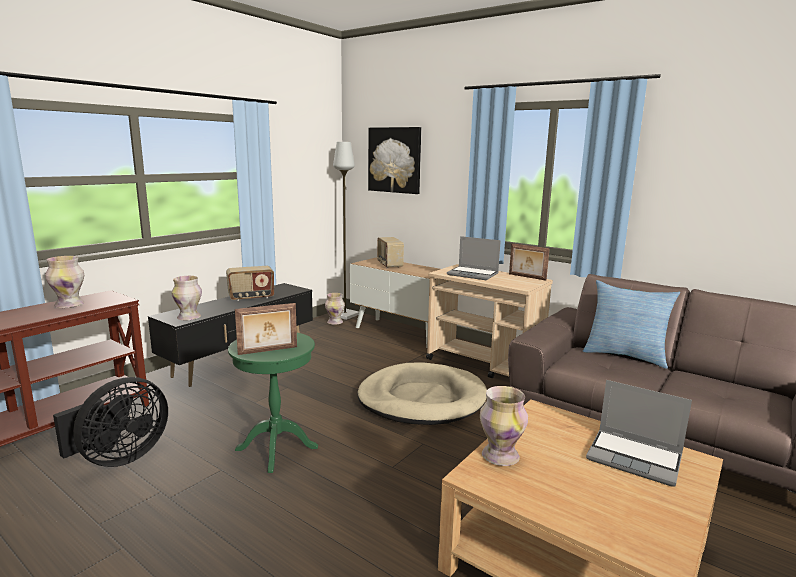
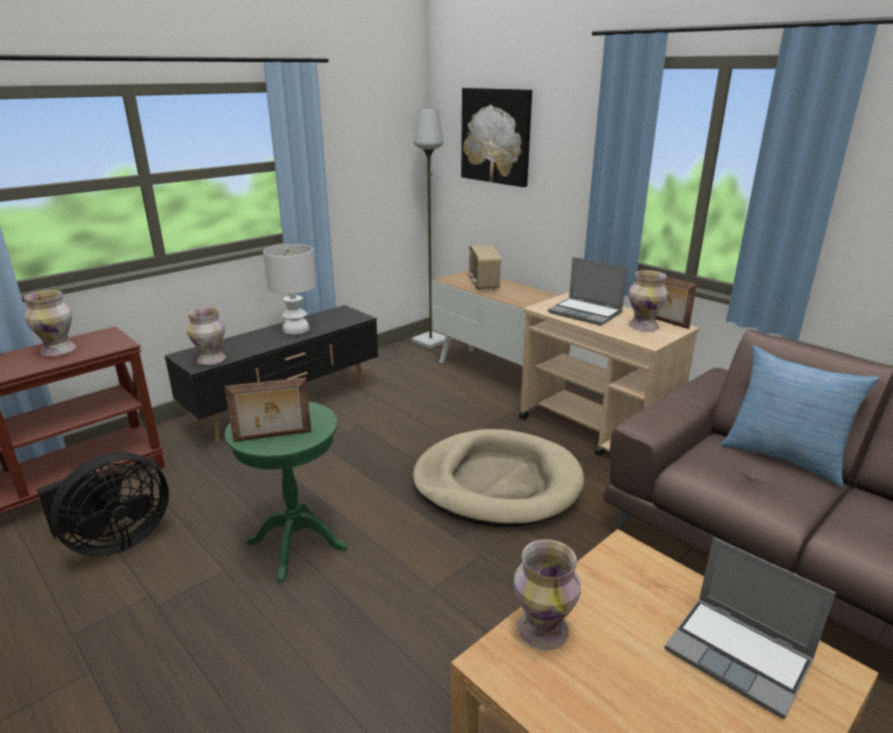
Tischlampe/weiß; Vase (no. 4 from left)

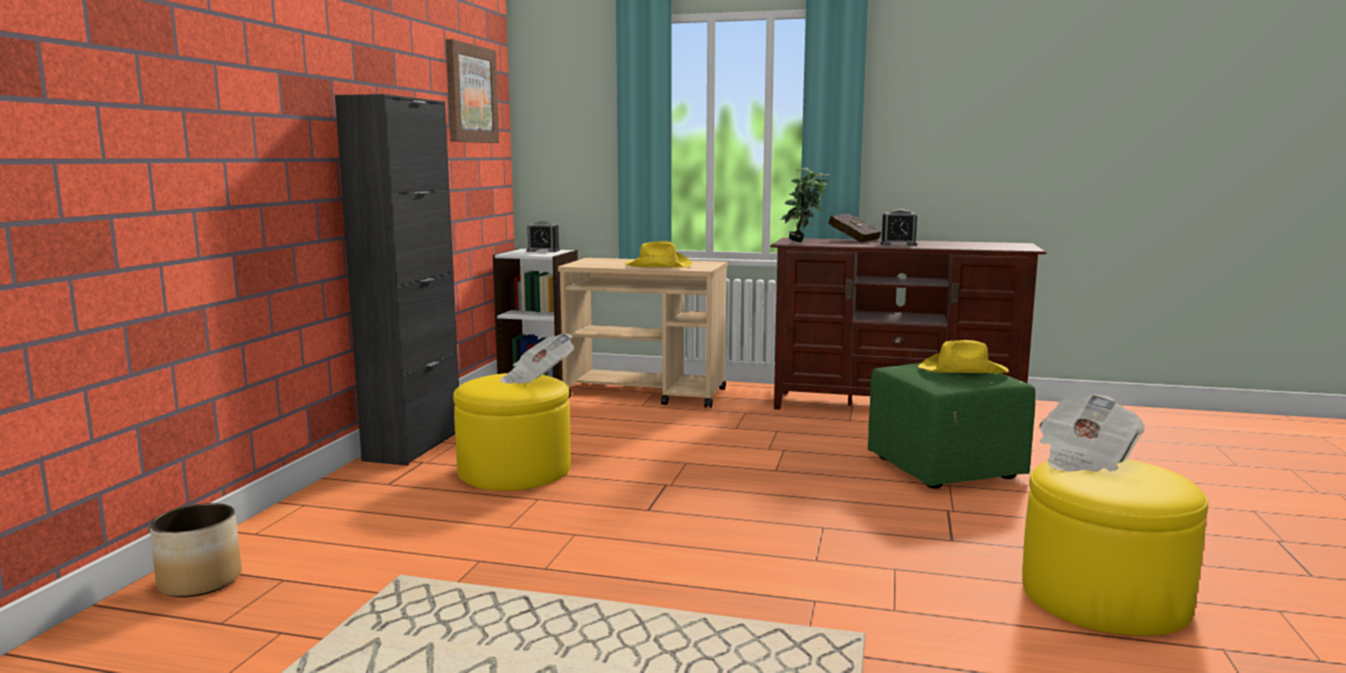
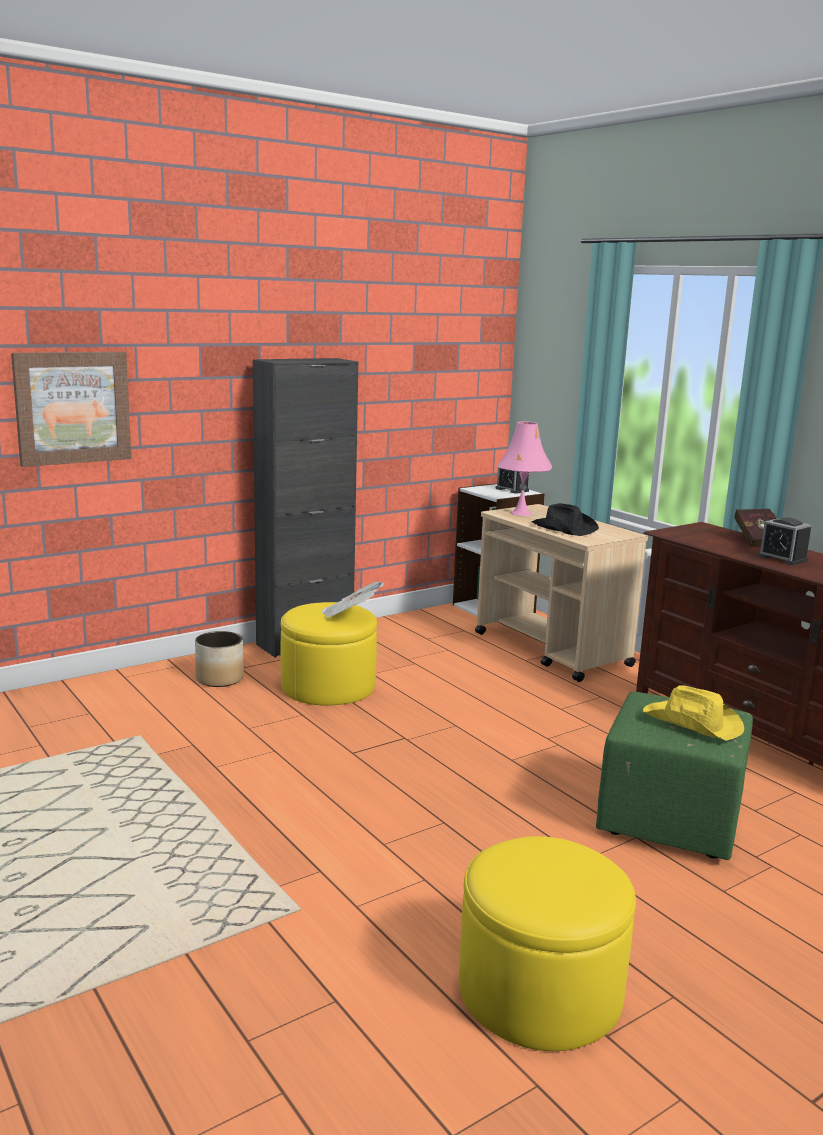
Bild; Topfpflanze; Hut/schwarz; Zeitung (no. 2 from left in the first image); Pflanzkübel; Tischlampe/rosa

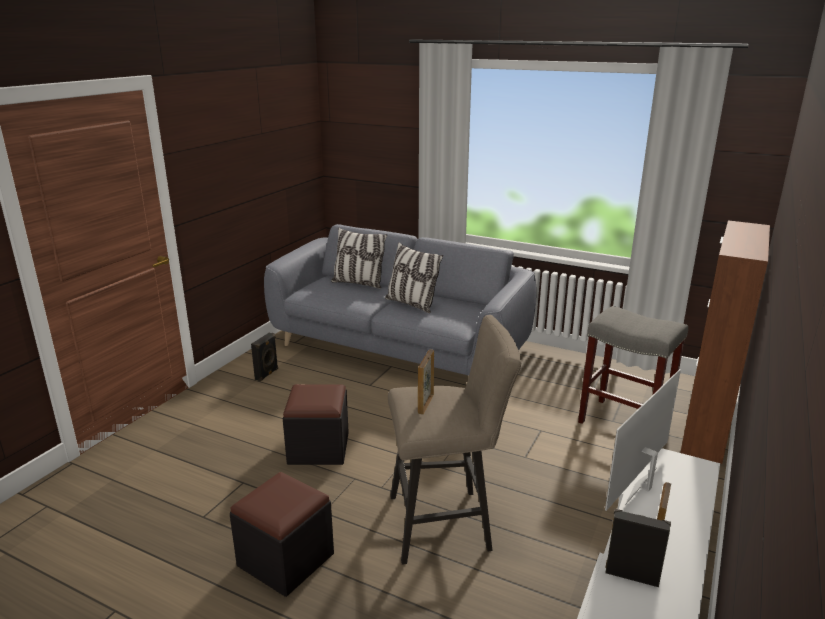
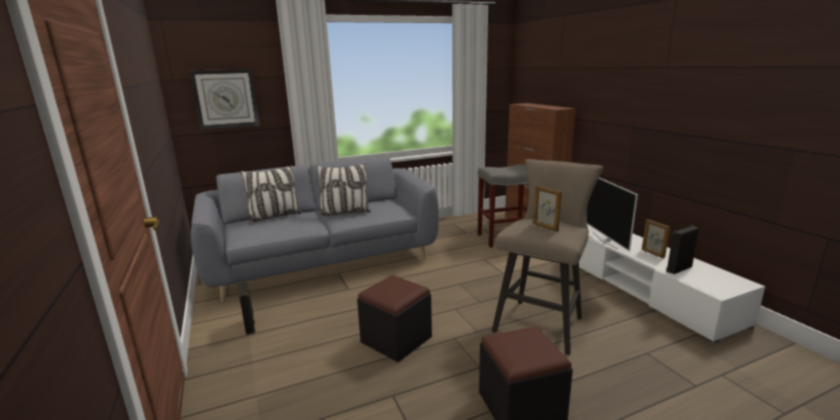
Wanduhr

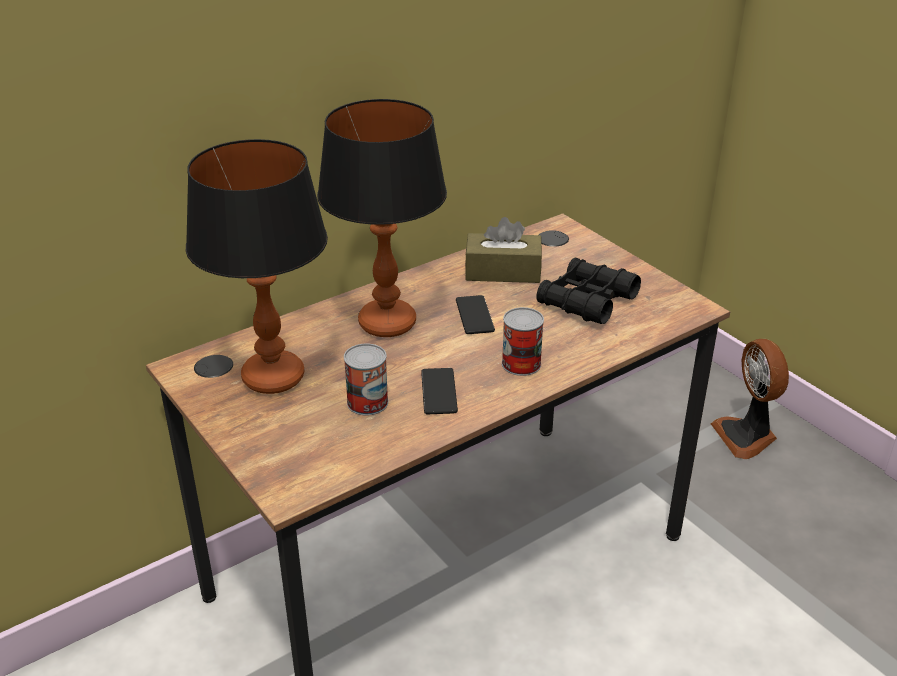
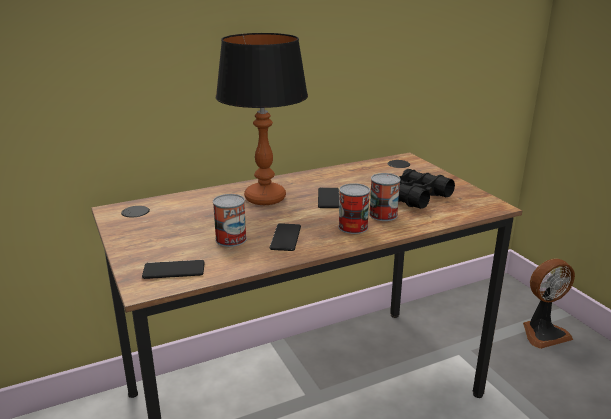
Tischlampe (no. 1 from left in the first image); Taschentuchbox/braun; Ventilator; Dose (no. 3 from left); Handy (no. 1 from left)

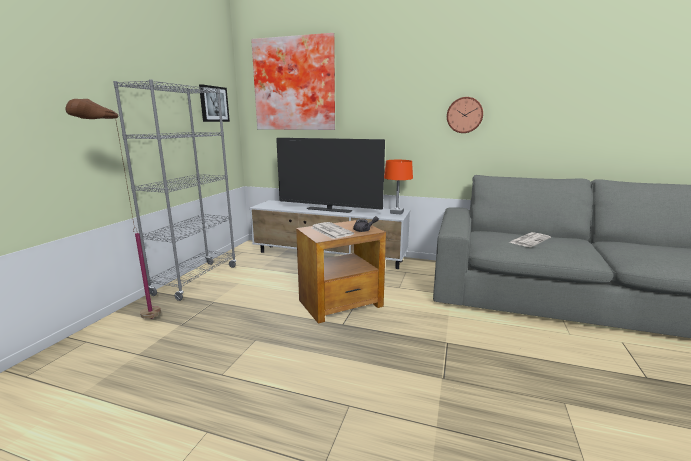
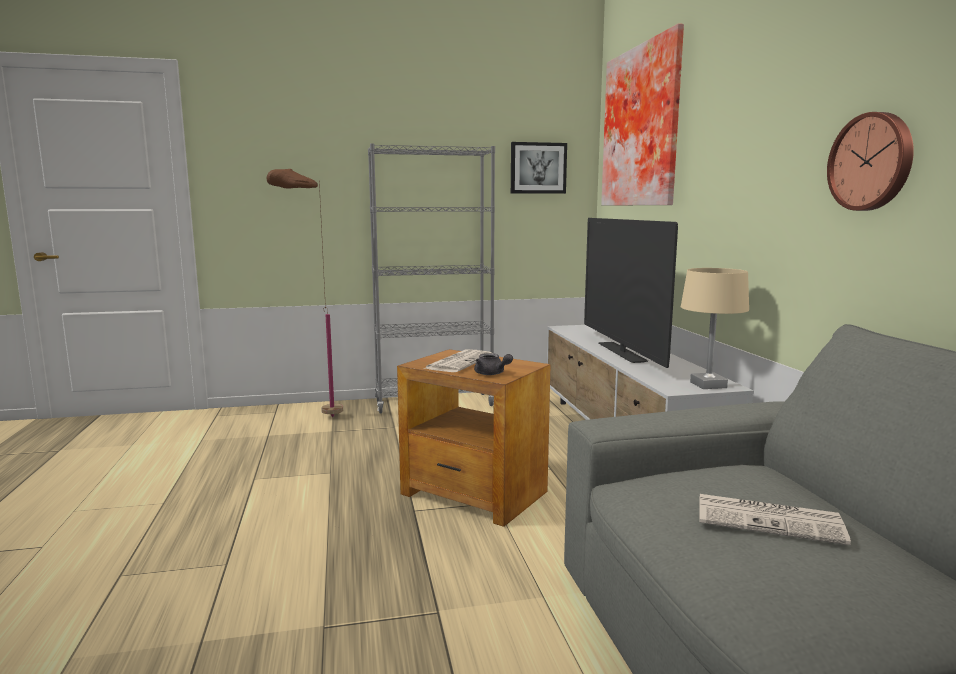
Tischlampe/beige

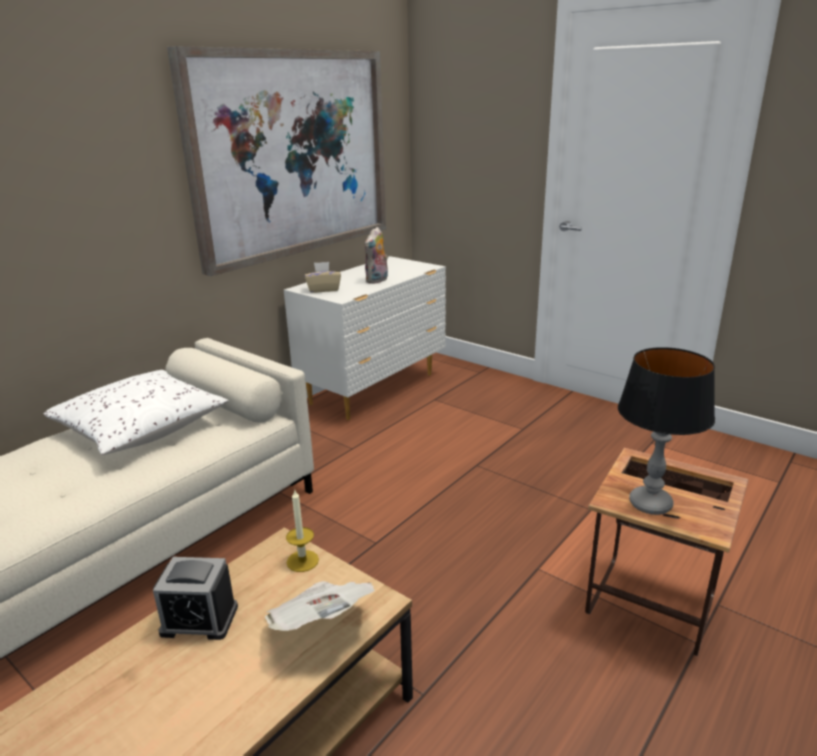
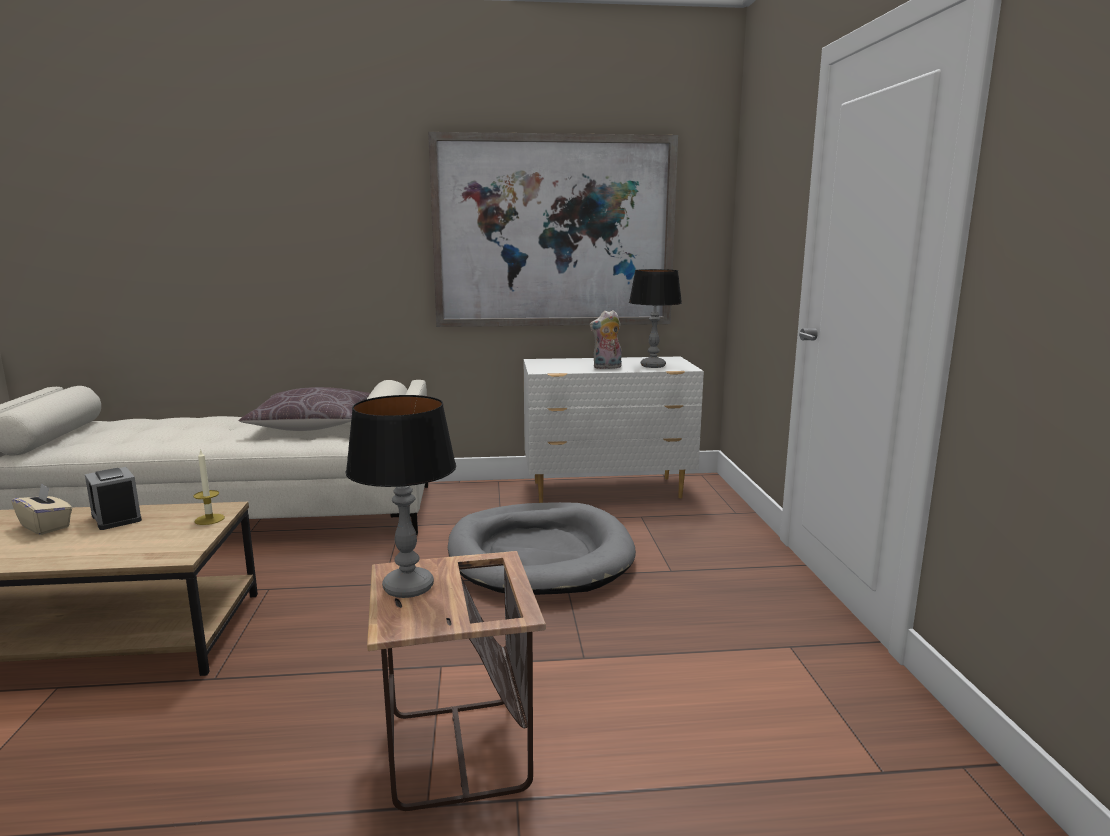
Taschentuchbox/beige; Kissen/braun; Zeitung; Tischlampe (no. 2 from left); Hundebett/grau

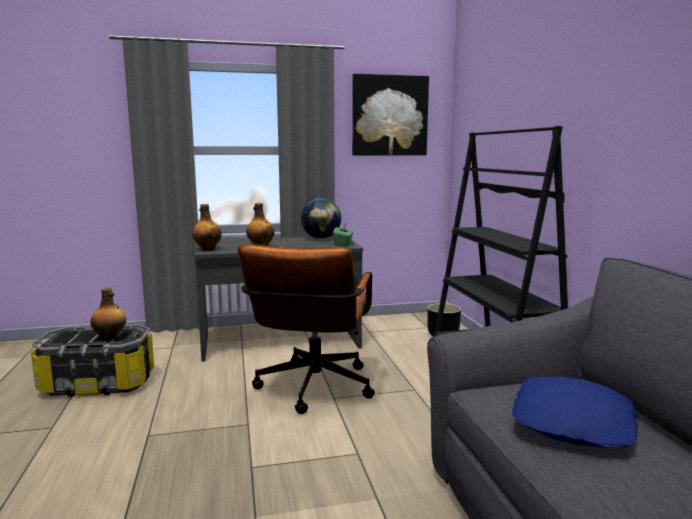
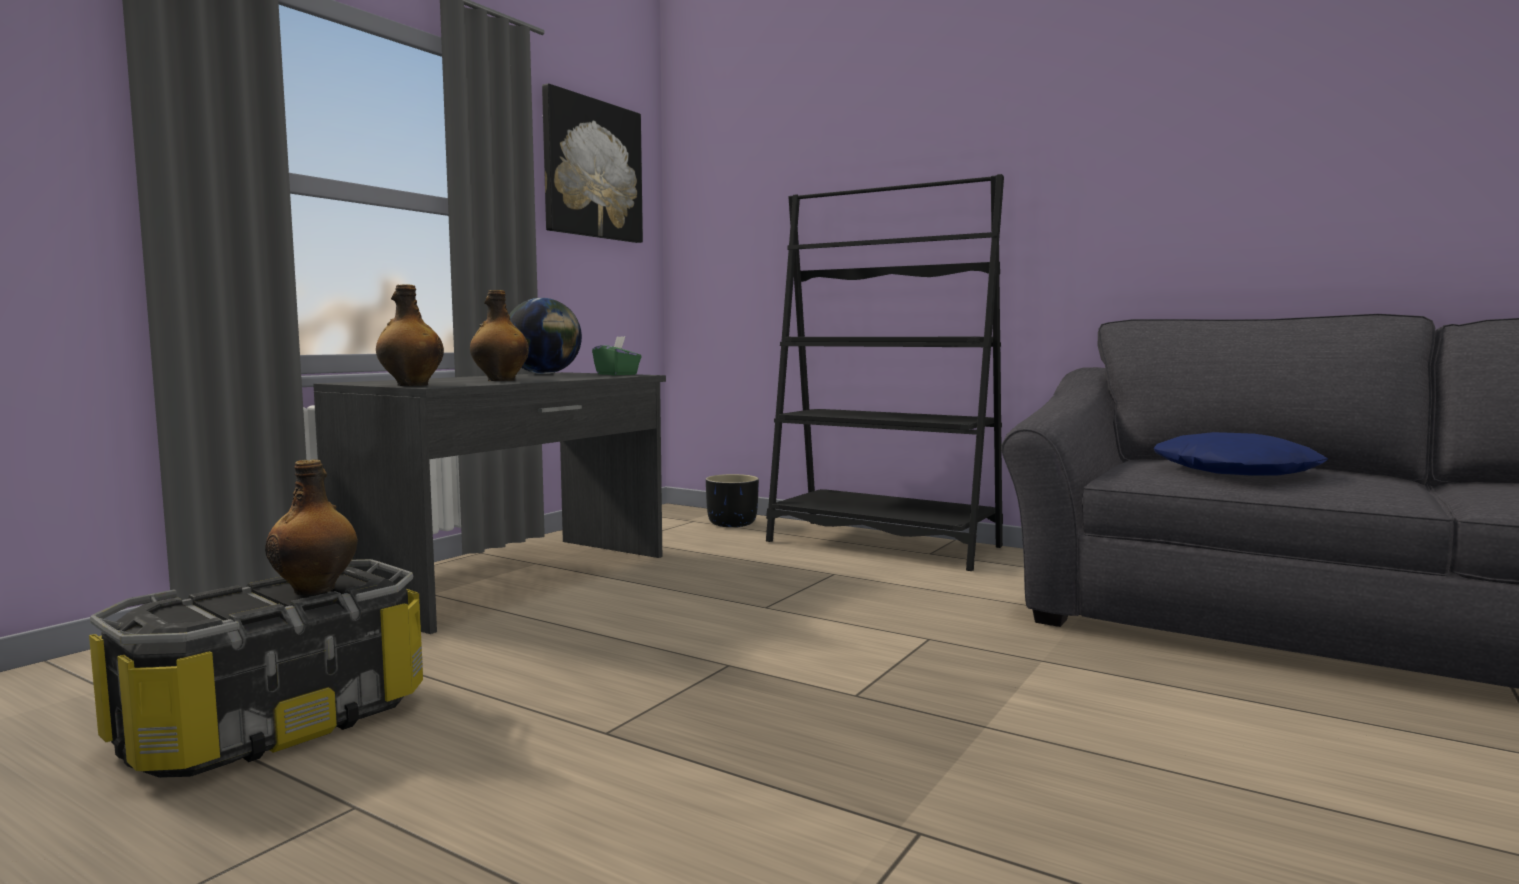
Bürostuhl/braun

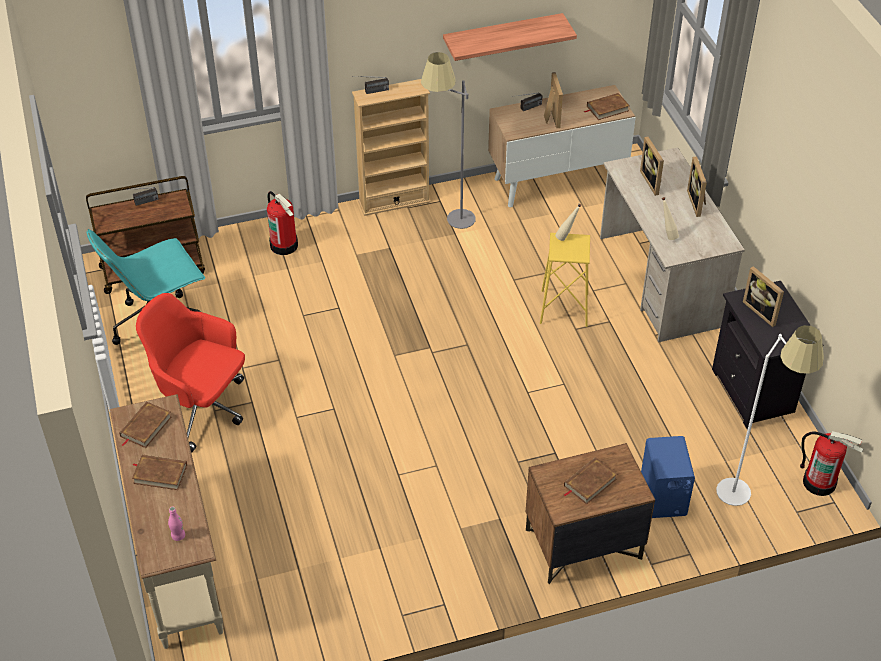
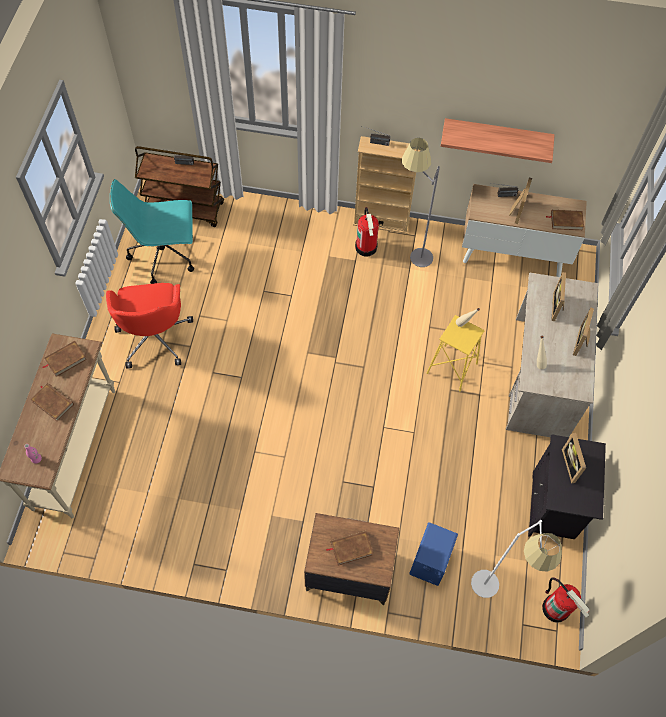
Feuerlöscher (no. 1 from left); Bürostuhl/rot

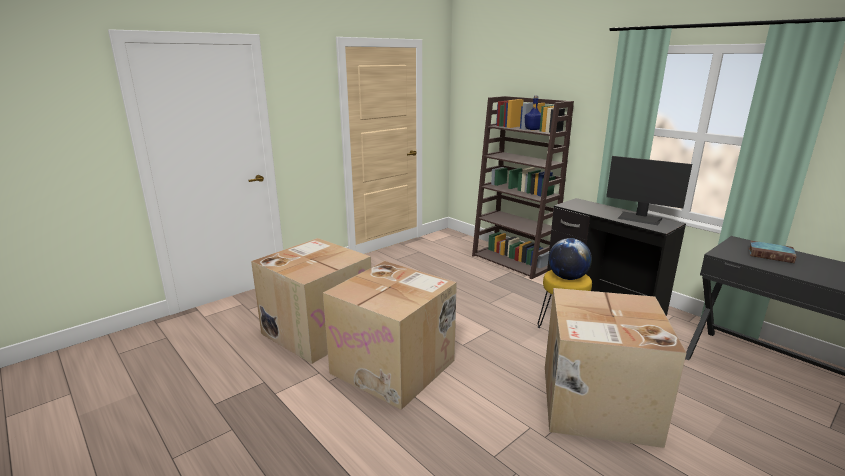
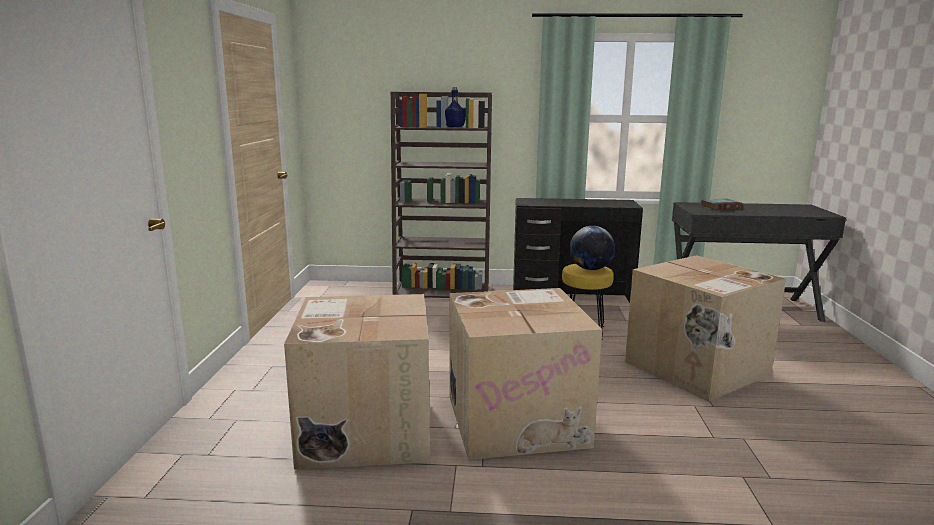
Monitor

